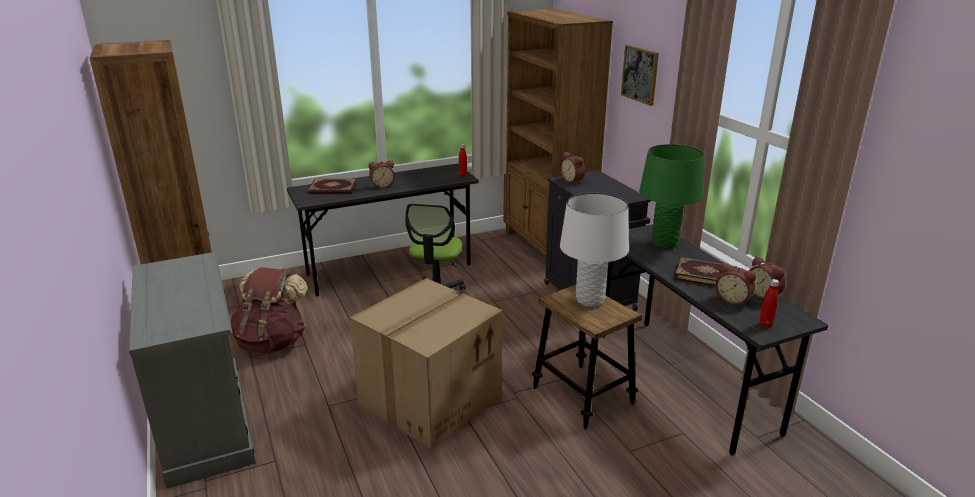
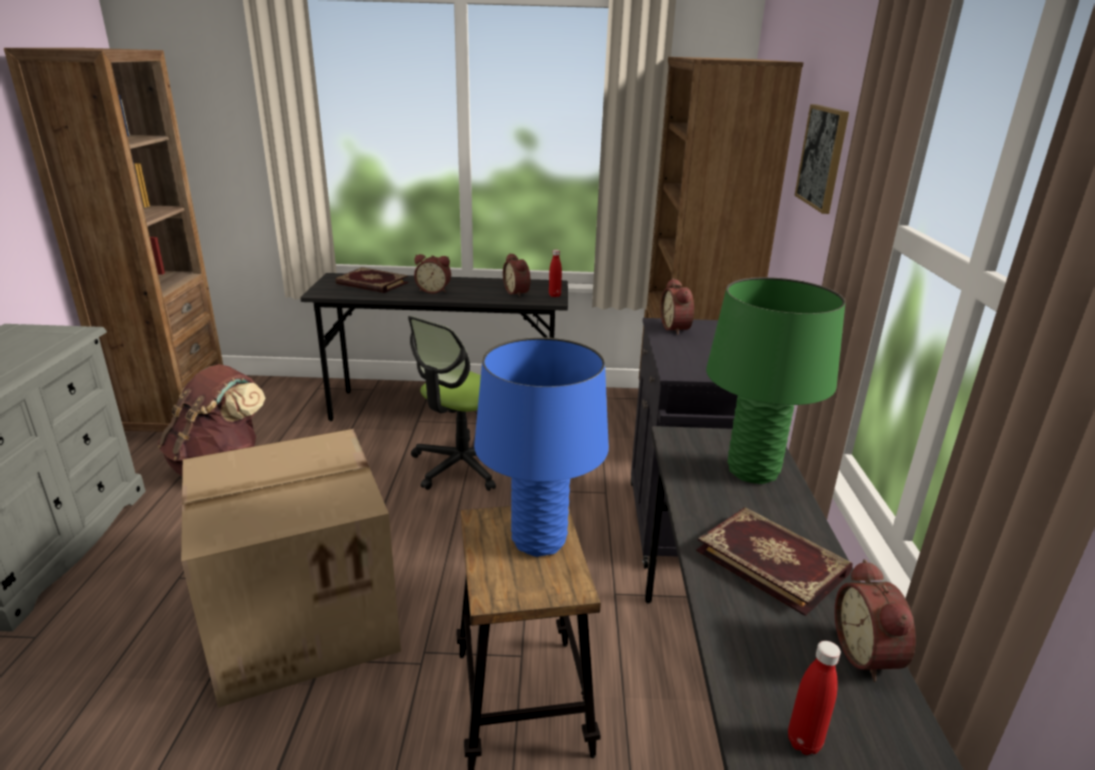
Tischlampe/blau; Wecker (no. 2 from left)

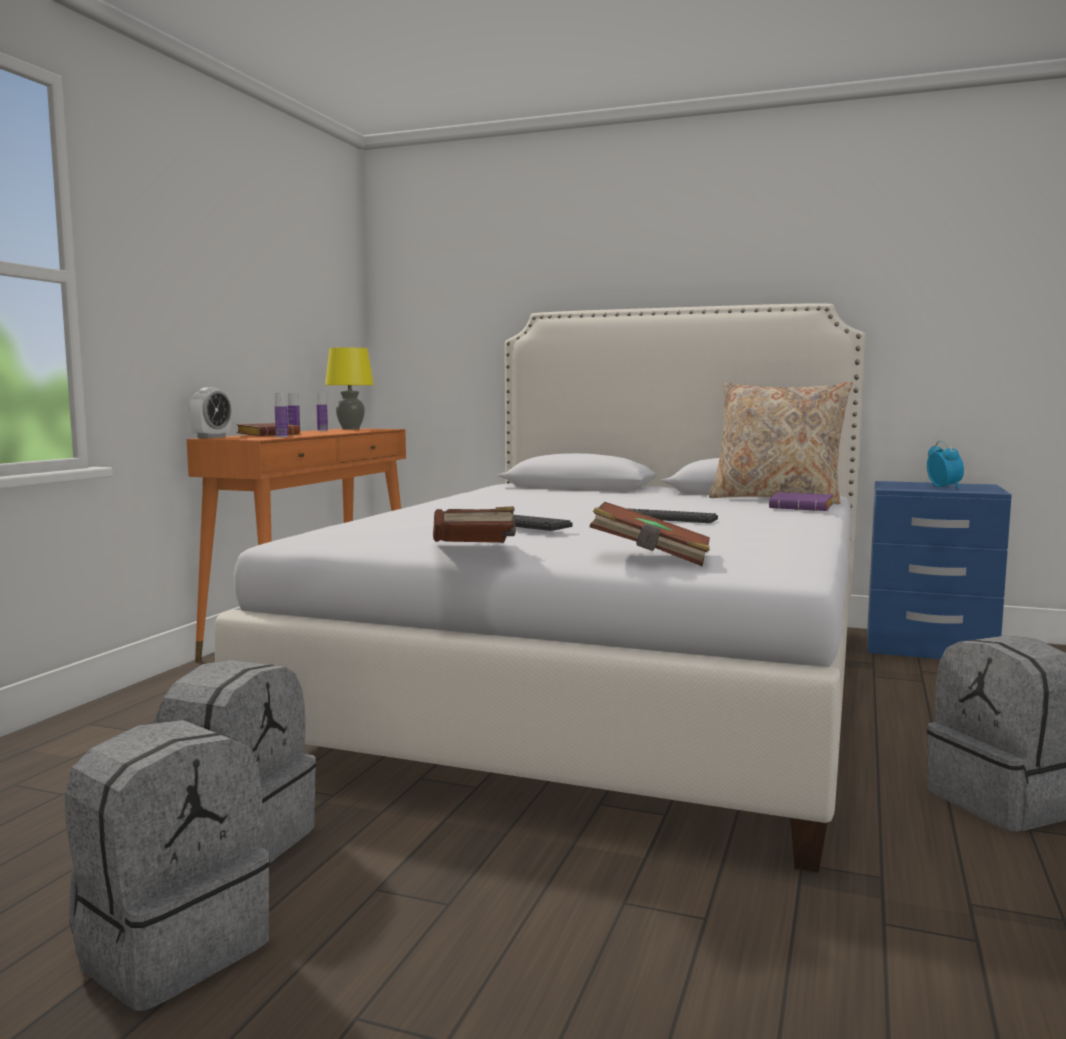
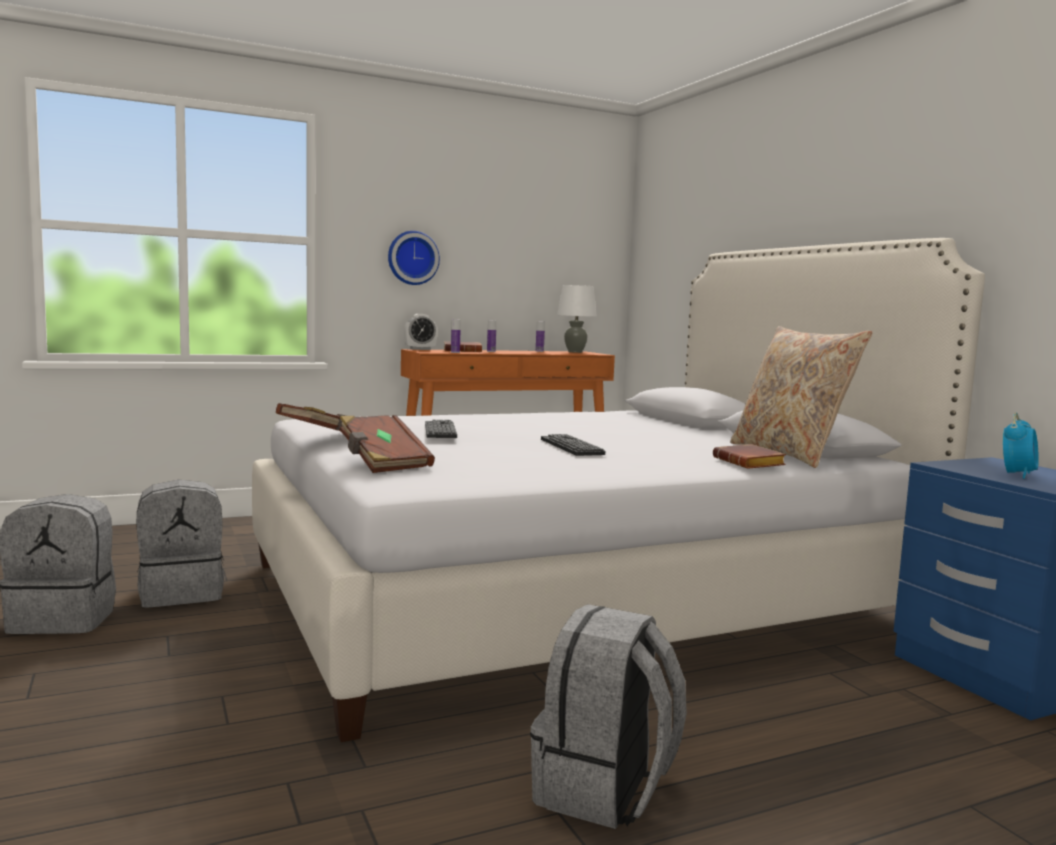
Tischlampe/weiß; Buch/braun (no. 4 from left); Wanduhr

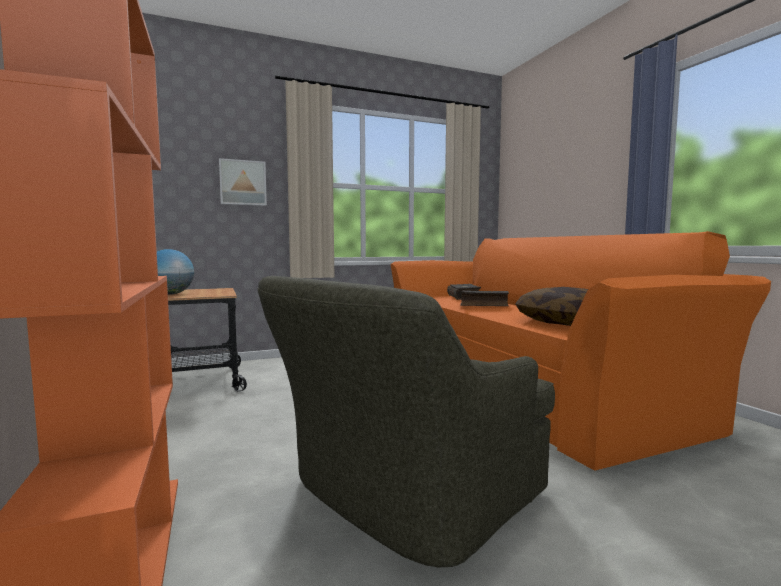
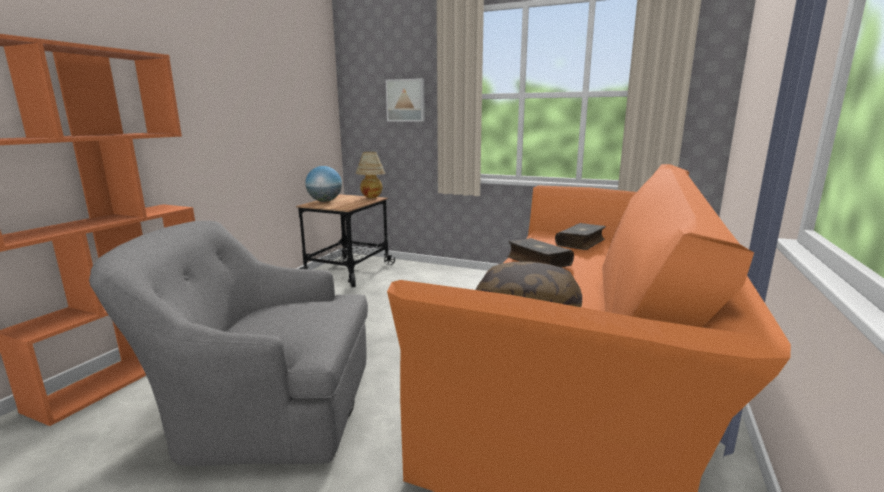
Sessel/grau; Tischlampe

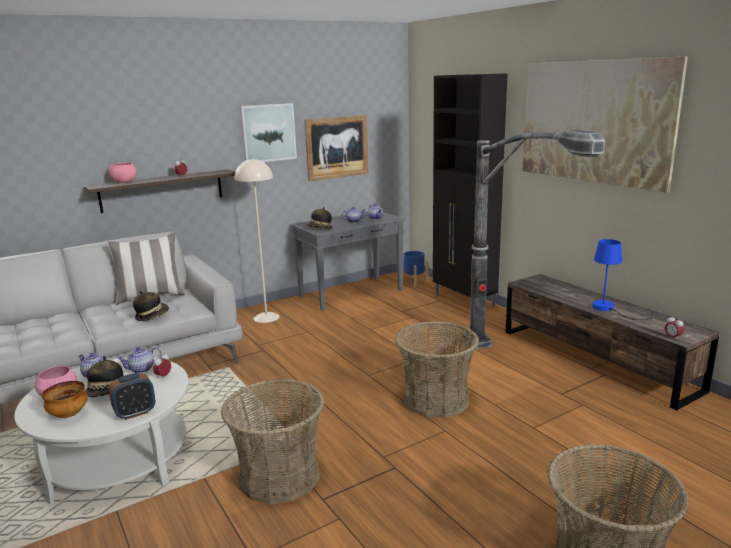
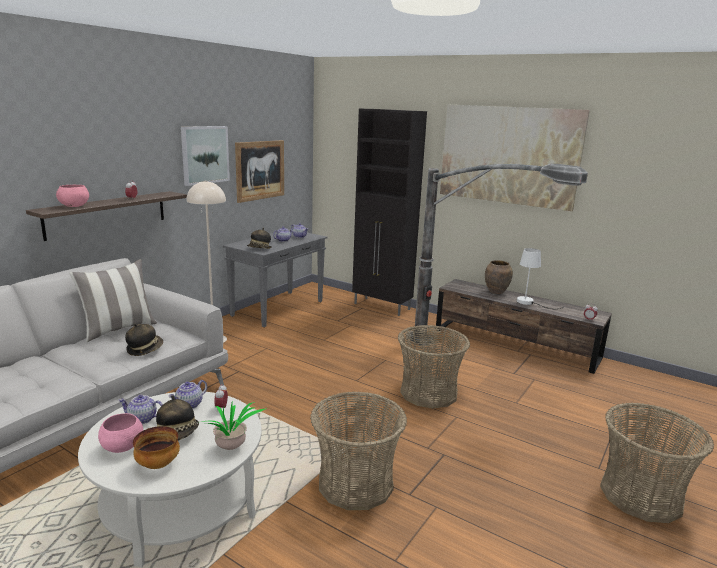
Tischlampe/weiß; Pflanzkübel/blau; Topfpflanze; Vase/braun

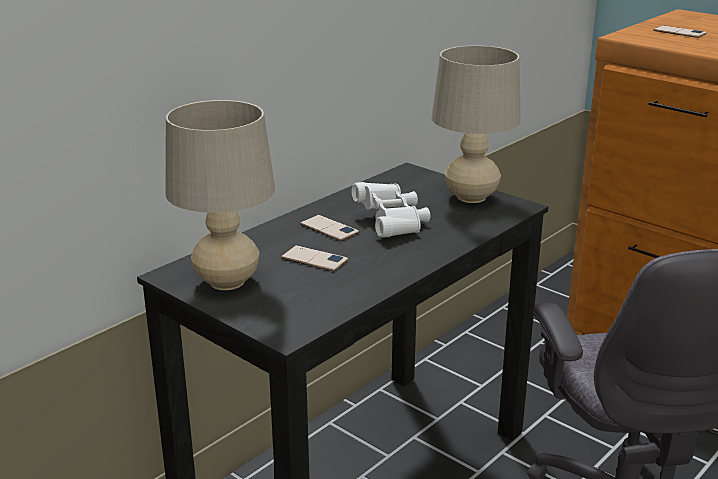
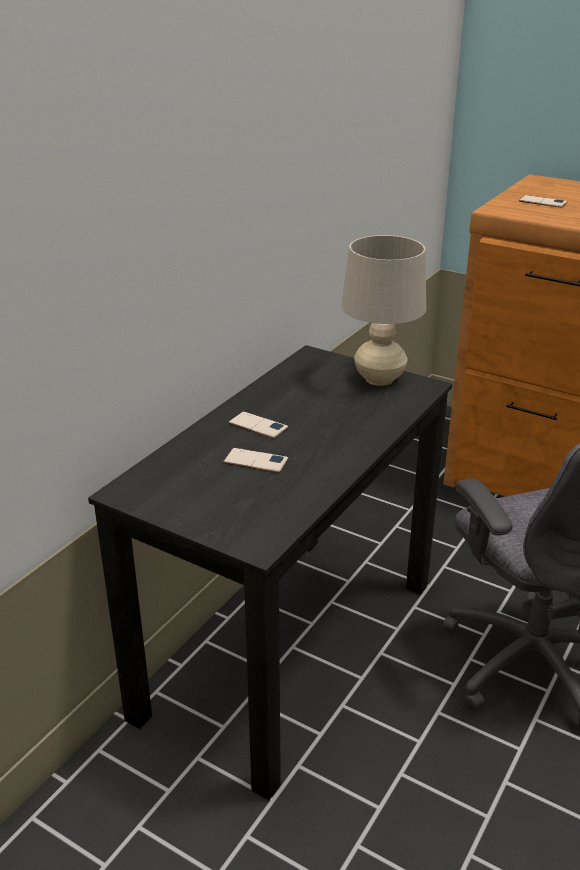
Tischlampe/beige (no. 1 from left in the first image); Fernglas/weiß

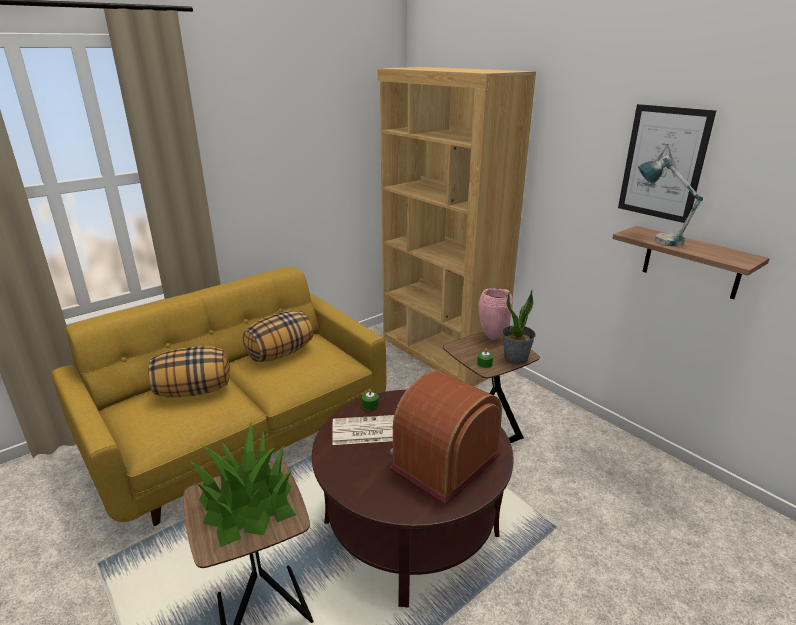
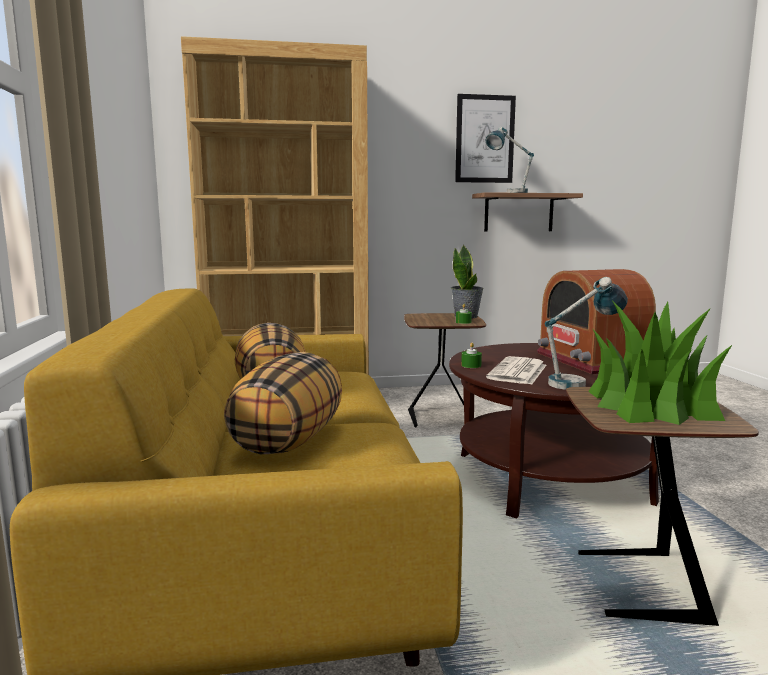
Vase/rosa; Tischlampe (no. 2 from left)

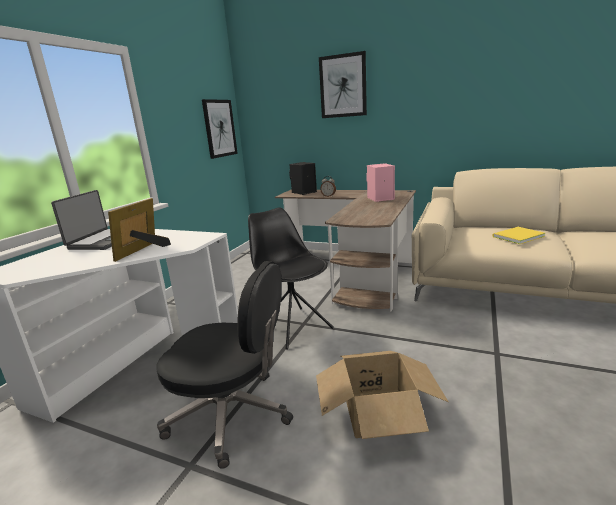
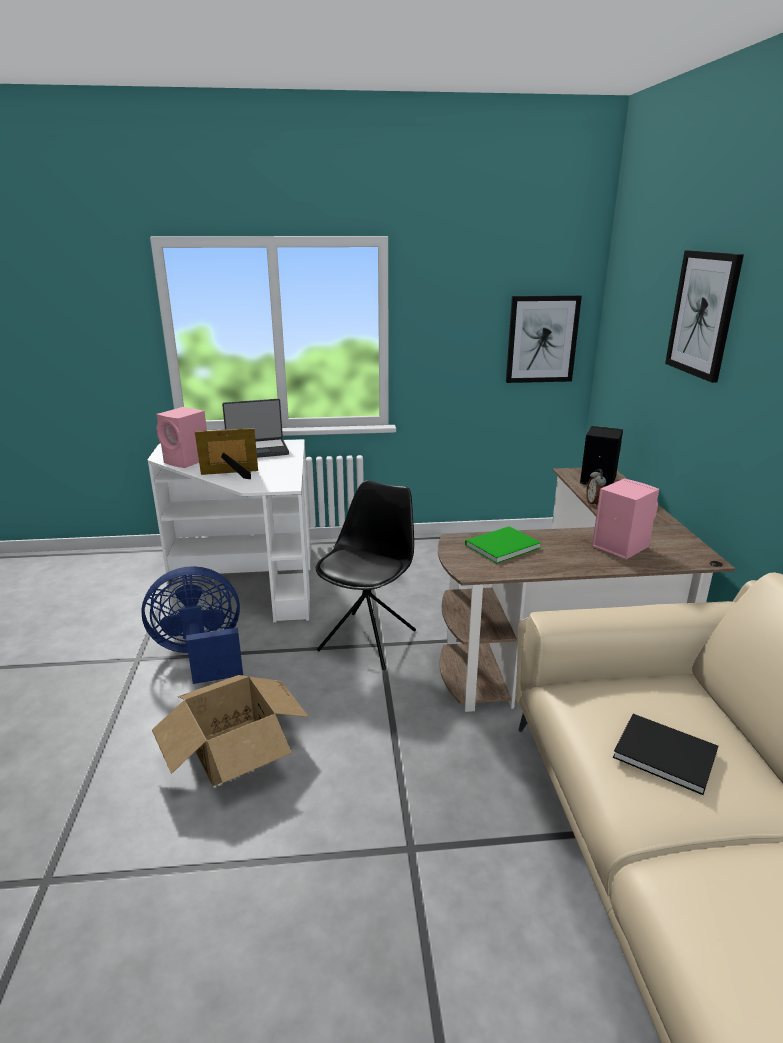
Buch/schwarz; Ventilator/blau; Lautsprecher/rosa (no. 1 from left); Buch/grün

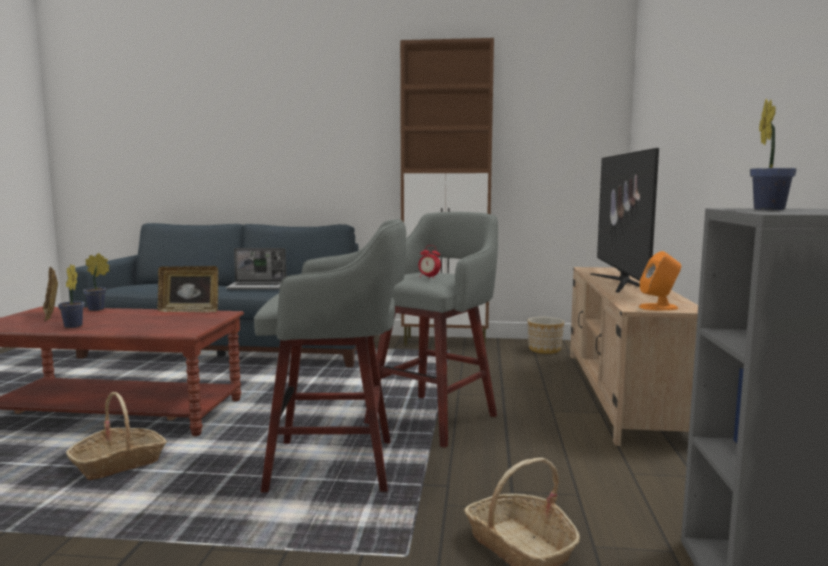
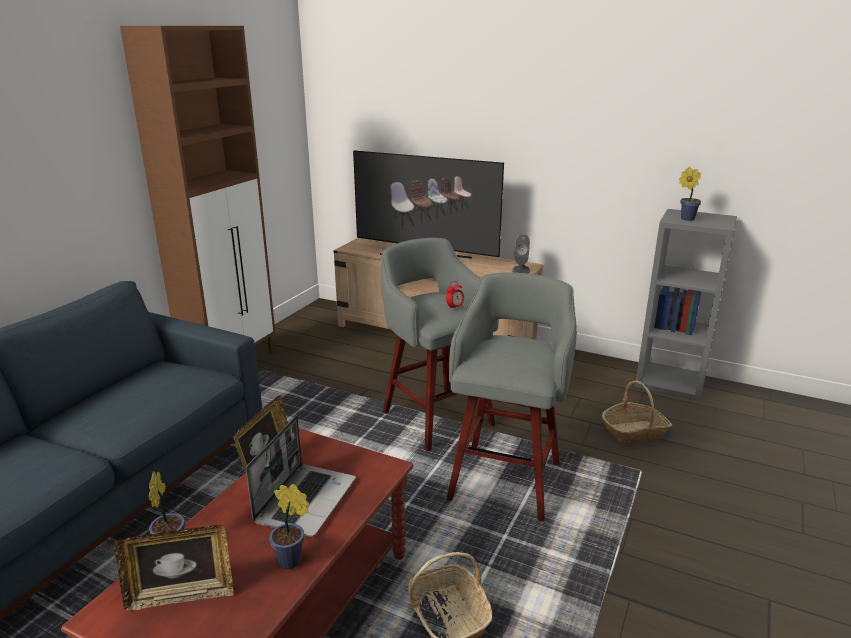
Laptop; Lautsprecher/grau; Pflanzkübel

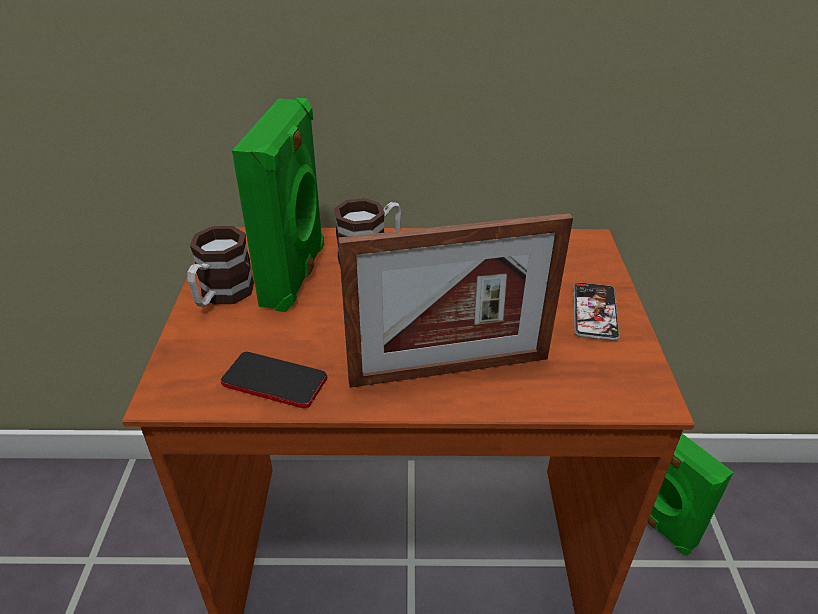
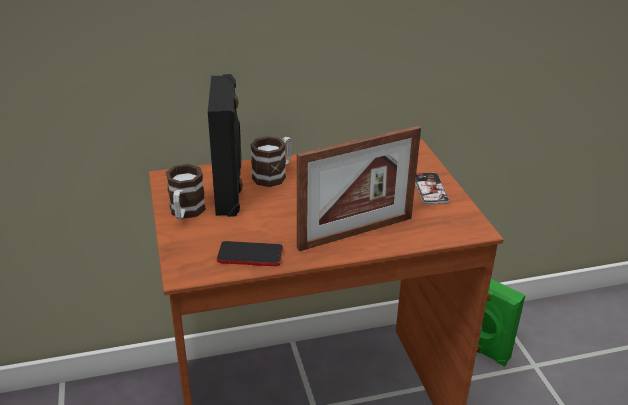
Lautsprecher/schwarz

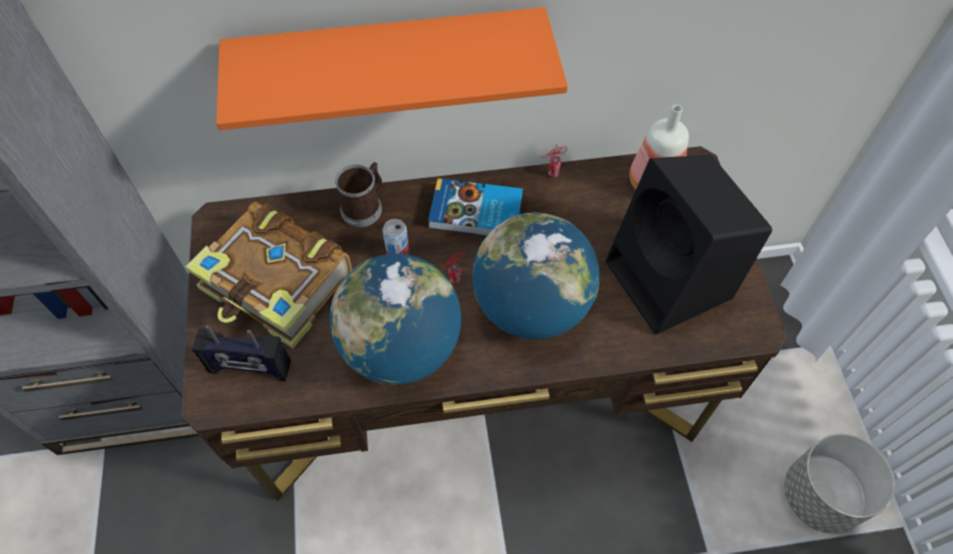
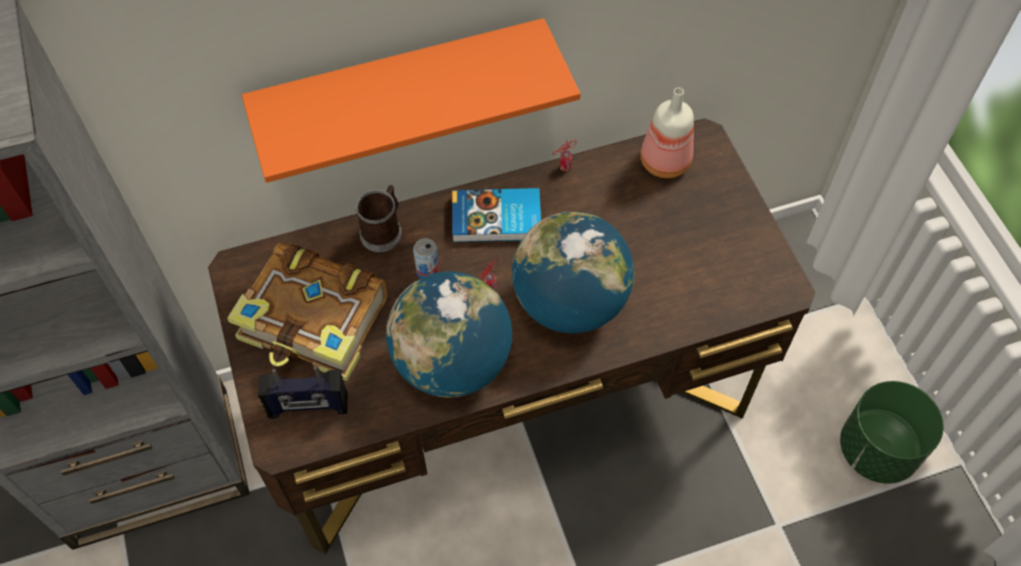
Lautsprecher/schwarz; Pflanzkübel/grün

